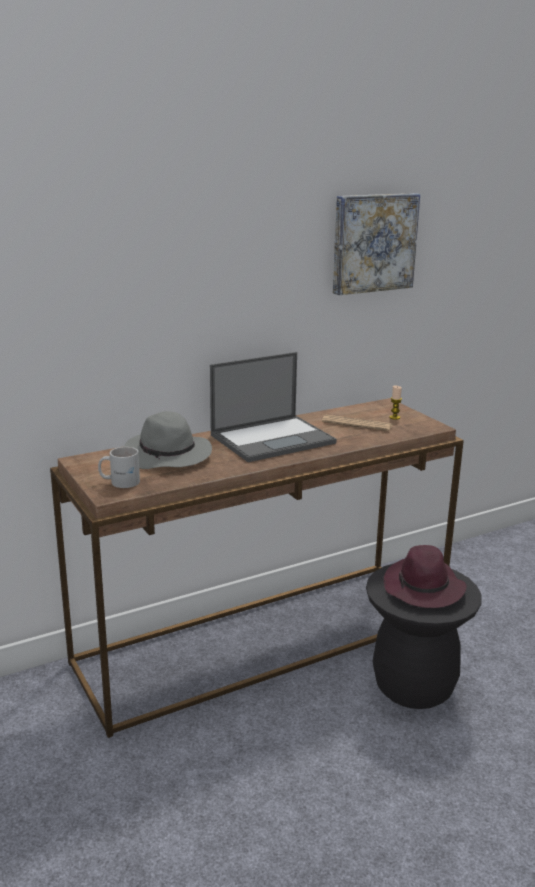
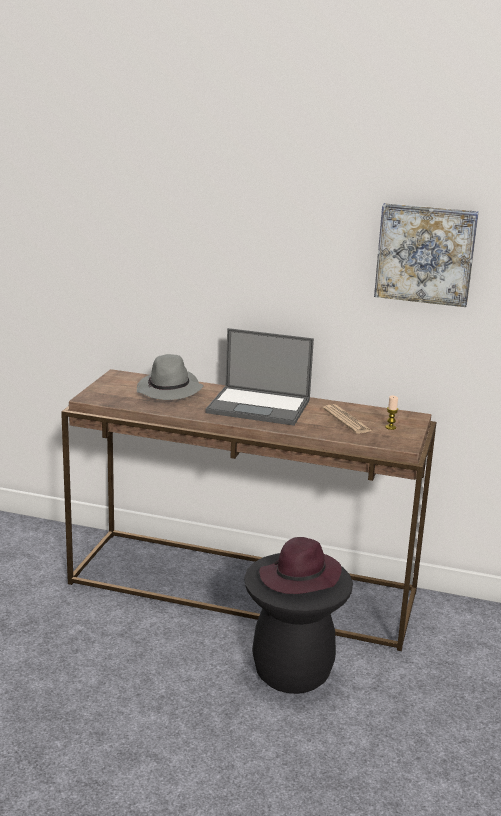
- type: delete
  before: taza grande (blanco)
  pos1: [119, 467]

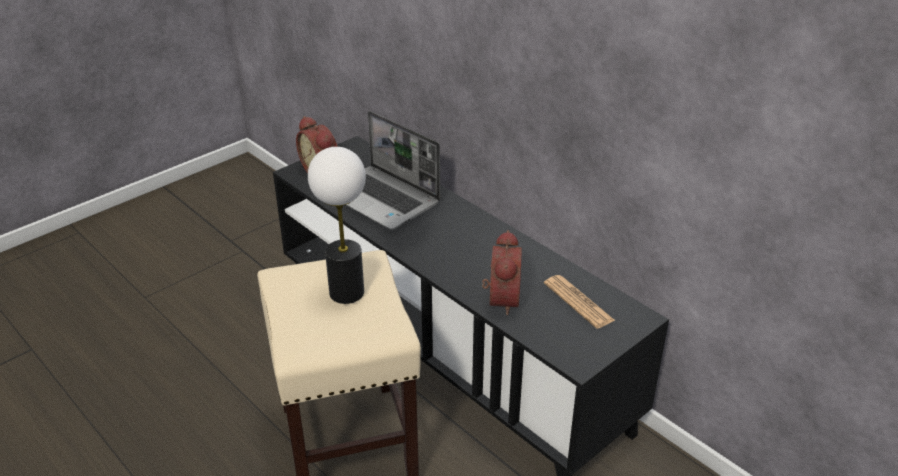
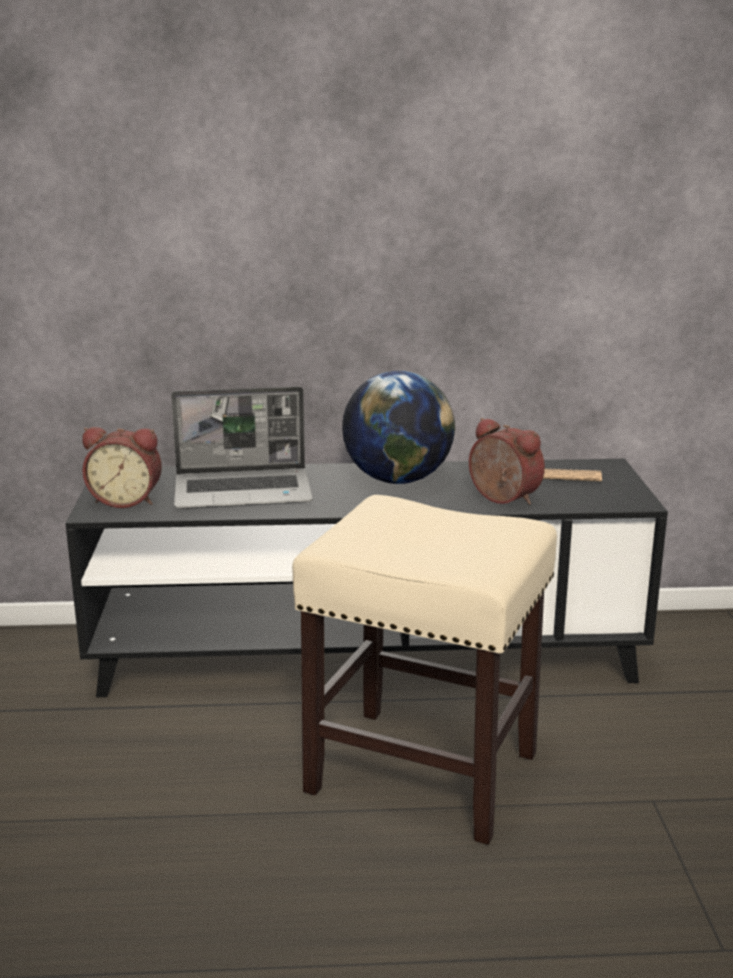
- type: delete
  before: lámpara de mesa
  pos1: [337, 225]
- type: insert
  after: globo terráqueo
  pos2: [398, 427]

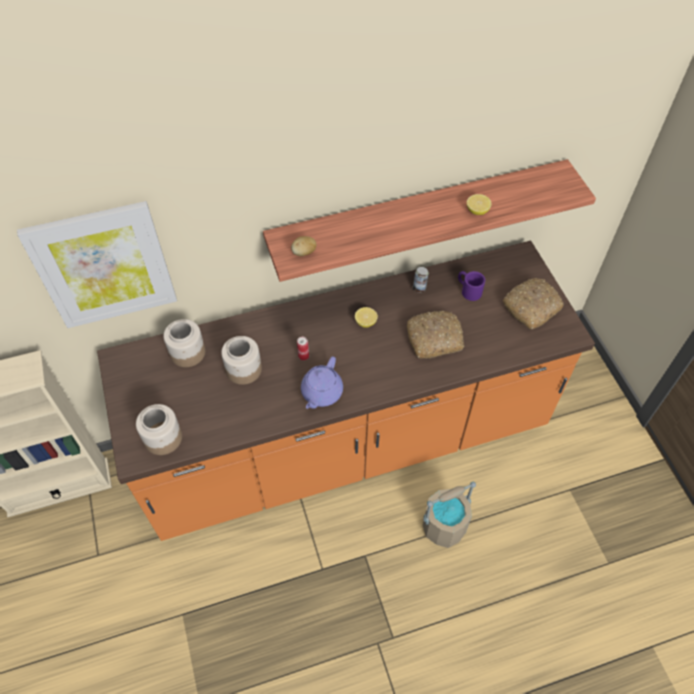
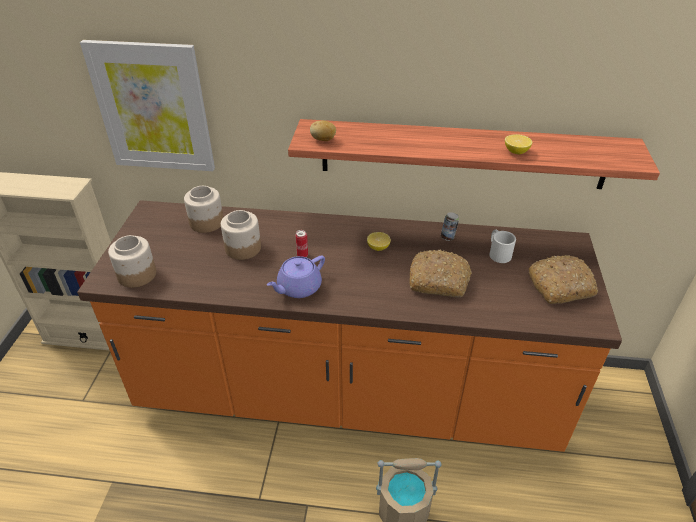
- type: recolor
  before: taza grande (morado)
  after: taza grande (blanco)
  pos1: [471, 286]
  pos2: [502, 246]

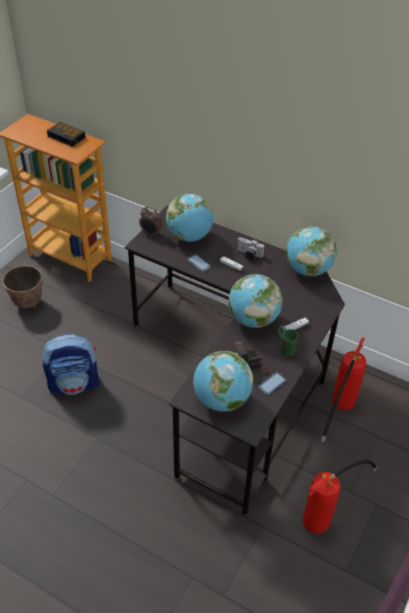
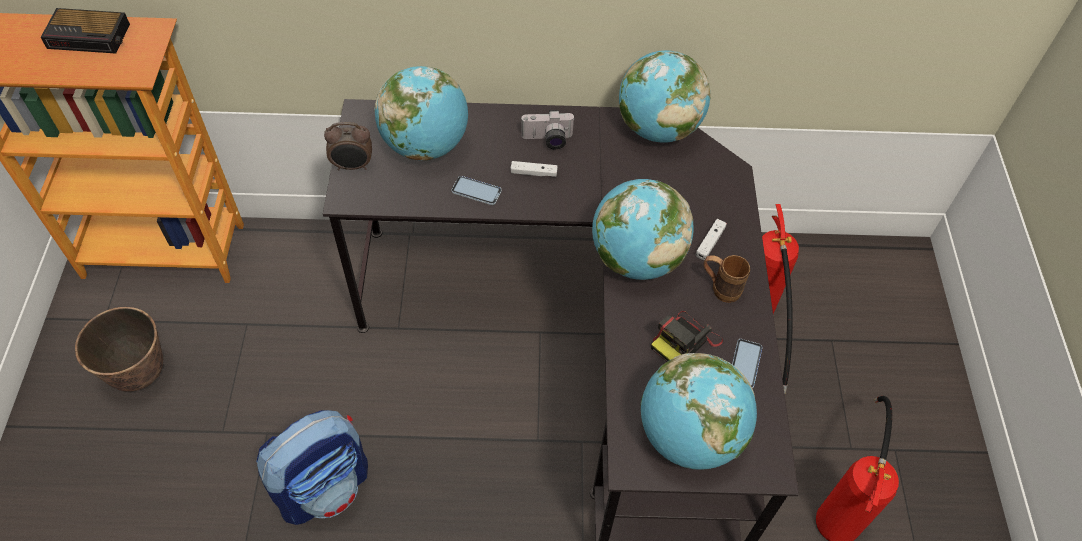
- type: recolor
  before: taza grande (verde)
  after: taza grande (marrón)
  pos1: [287, 341]
  pos2: [727, 279]

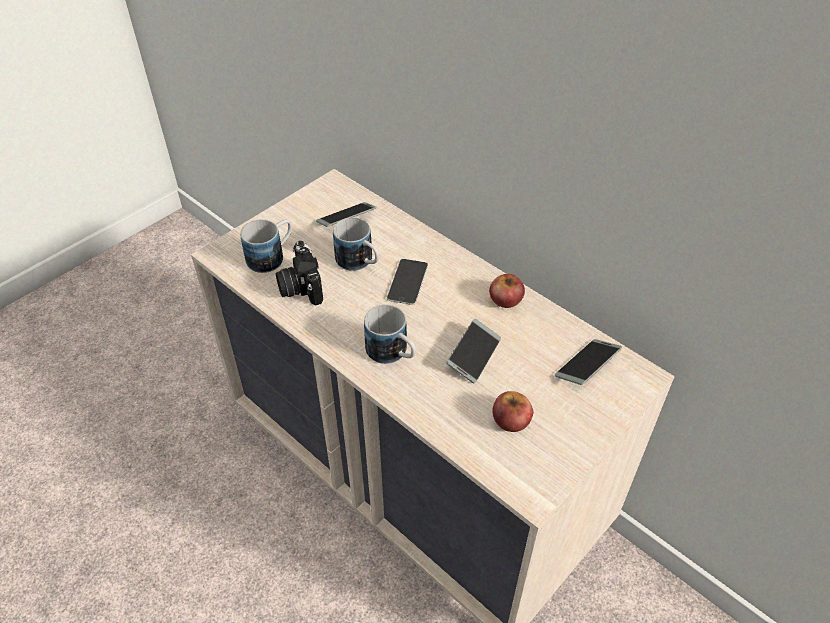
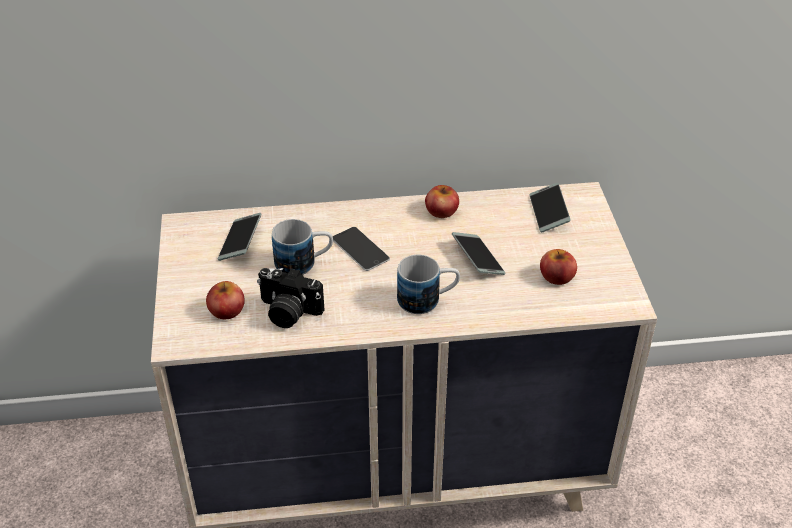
- type: replace
  before: taza grande
  after: manzana
  pos1: [266, 246]
  pos2: [225, 300]

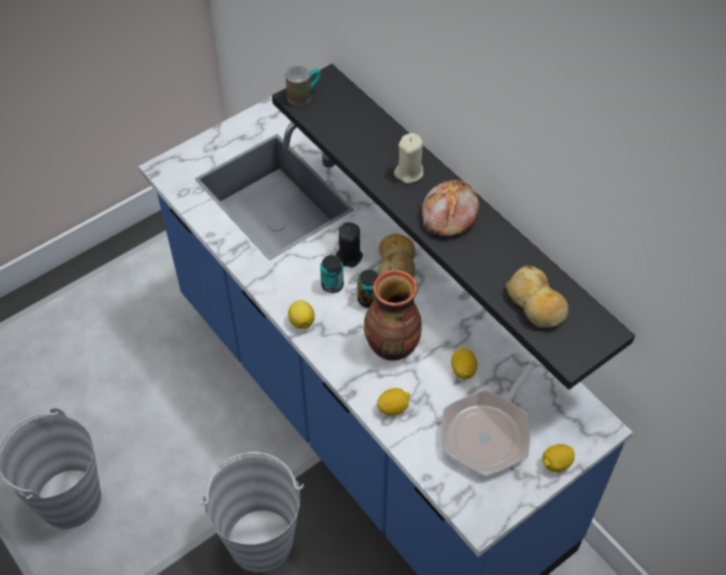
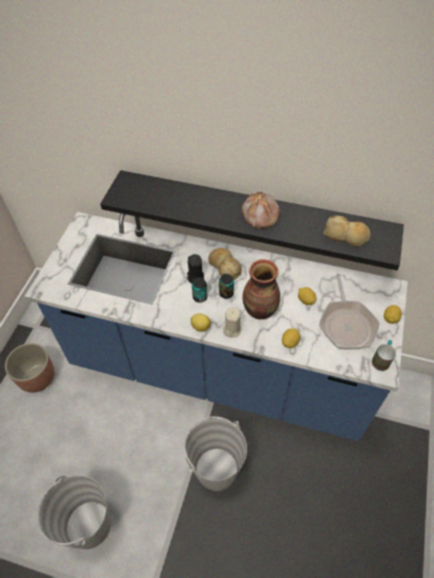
- type: insert
  after: maceta
  pos2: [29, 368]
- type: move
  before: taza grande
  pos1: [303, 86]
  pos2: [384, 355]
- type: move
  before: vela (beis)
  pos1: [408, 158]
  pos2: [232, 322]

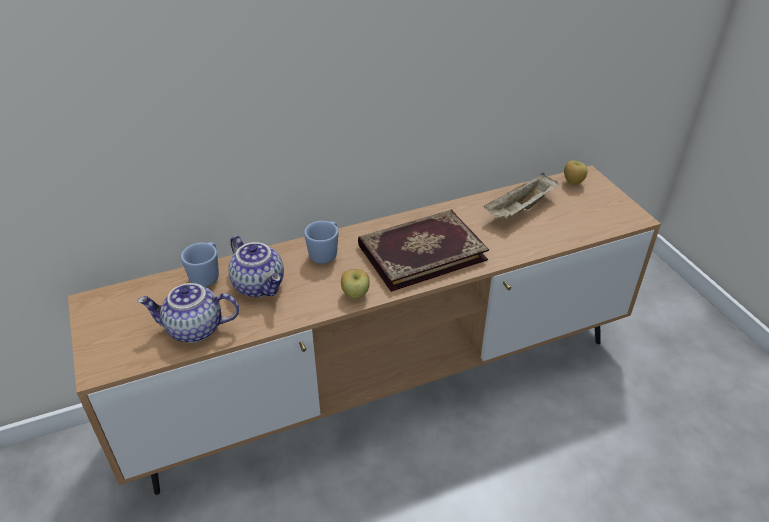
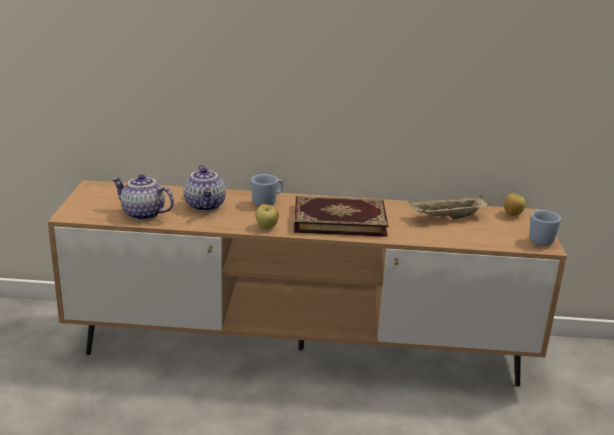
- type: move
  before: taza grande (azul)
  pos1: [200, 264]
  pos2: [545, 228]

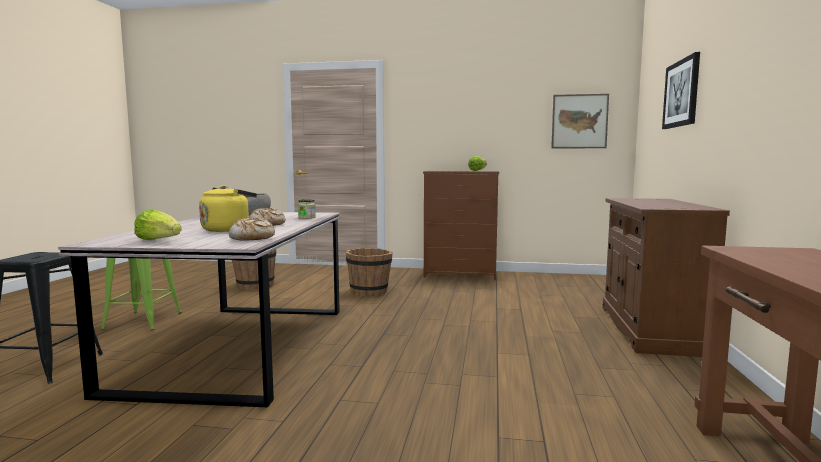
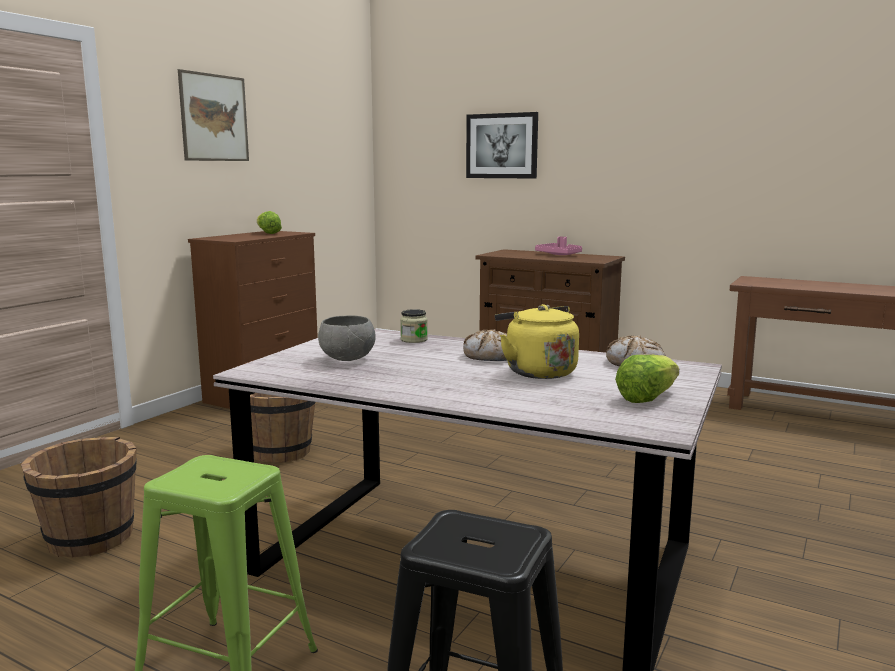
- type: insert
  after: bandeja (rosa)
  pos2: [558, 245]
- type: move
  before: cuadro
  pos1: [580, 121]
  pos2: [213, 115]

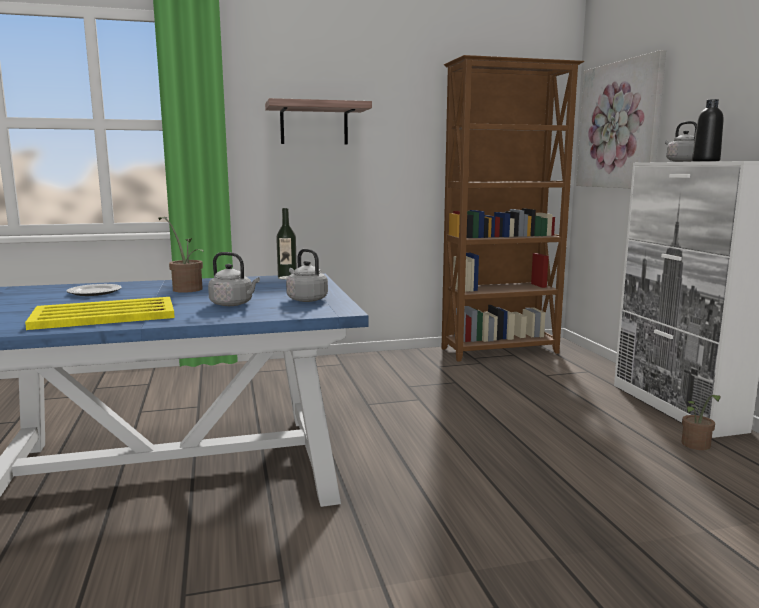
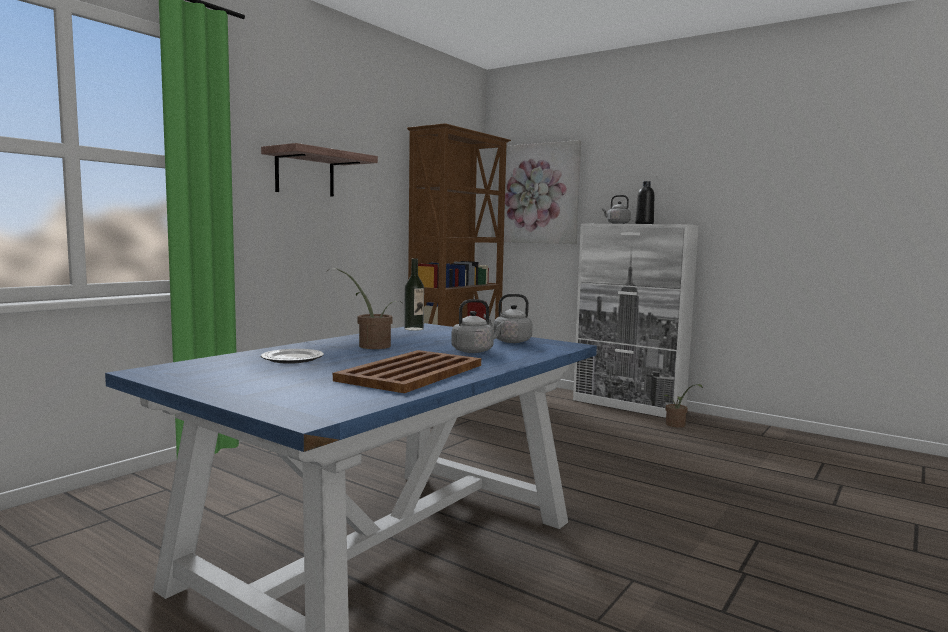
- type: recolor
  before: bandeja (amarillo)
  after: bandeja (marrón)
  pos1: [100, 313]
  pos2: [407, 371]

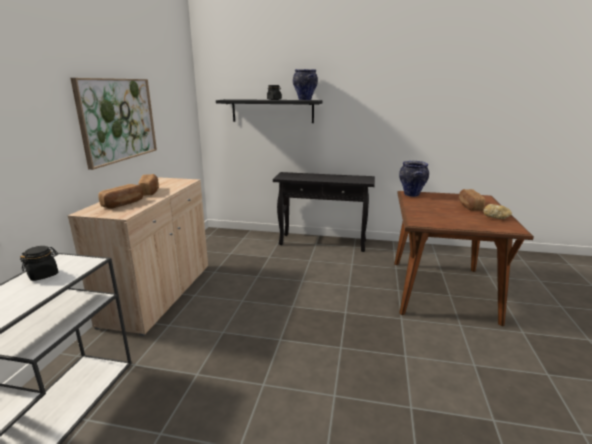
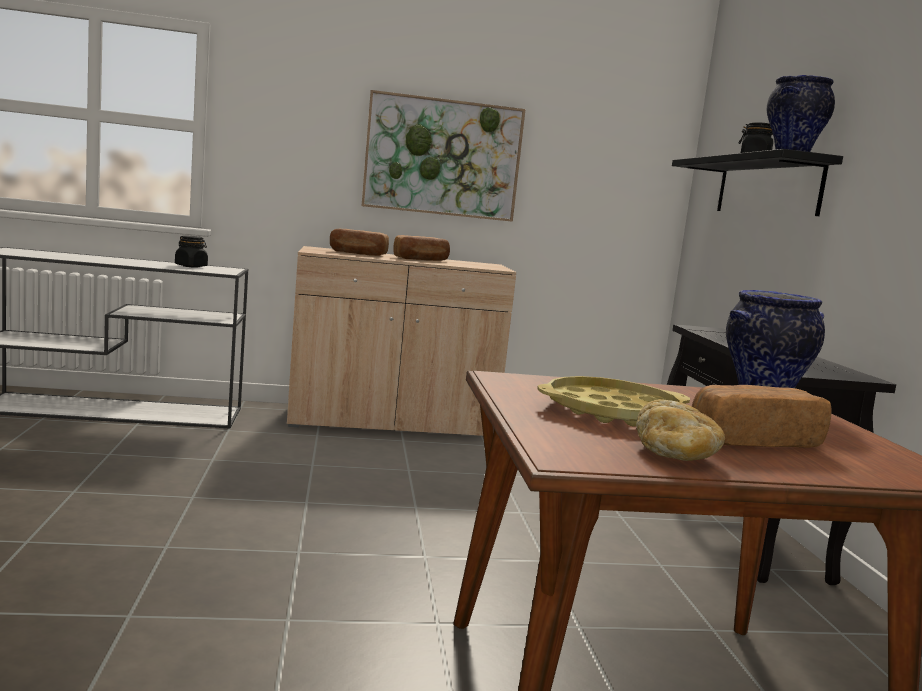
- type: insert
  after: bandeja (amarillo)
  pos2: [613, 401]

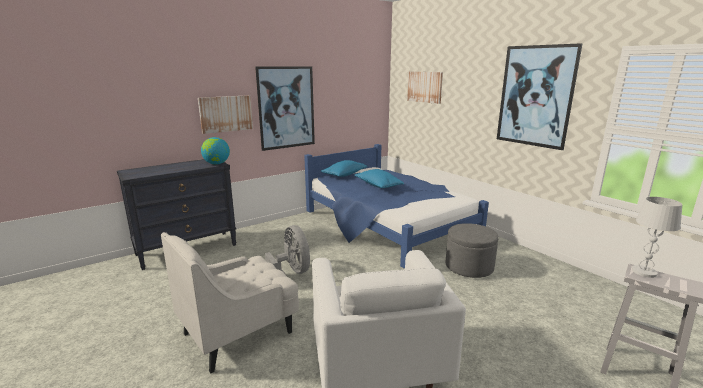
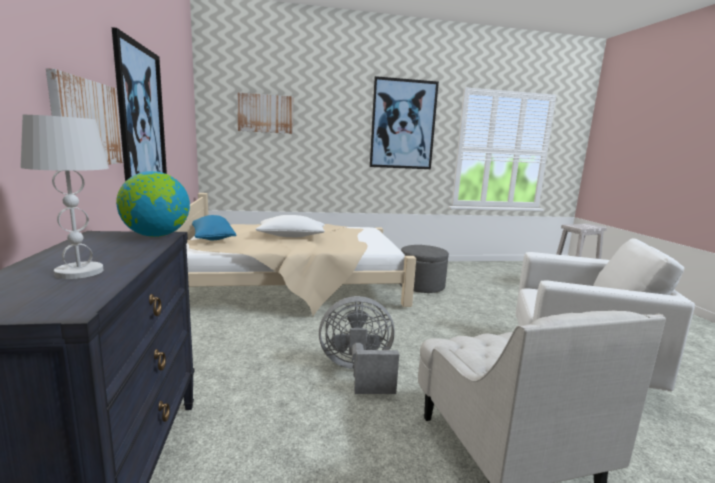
- type: move
  before: lámpara de mesa (blanco)
  pos1: [657, 237]
  pos2: [64, 197]
- type: recolor
  before: cama (azul)
  after: cama (beis)
  pos1: [396, 206]
  pos2: [295, 254]
- type: recolor
  before: cojín (azul)
  after: cojín (blanco)
  pos1: [379, 178]
  pos2: [290, 226]

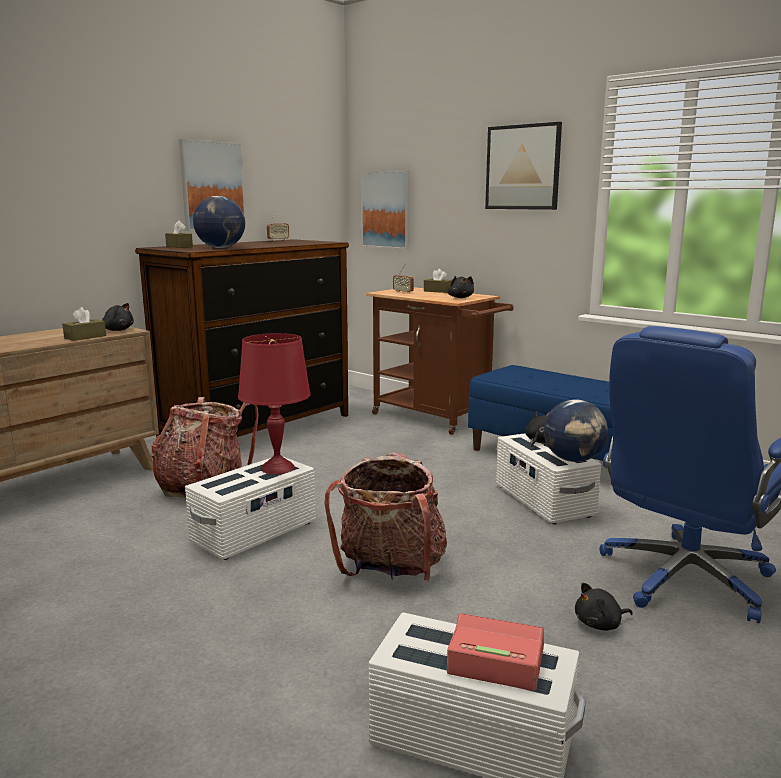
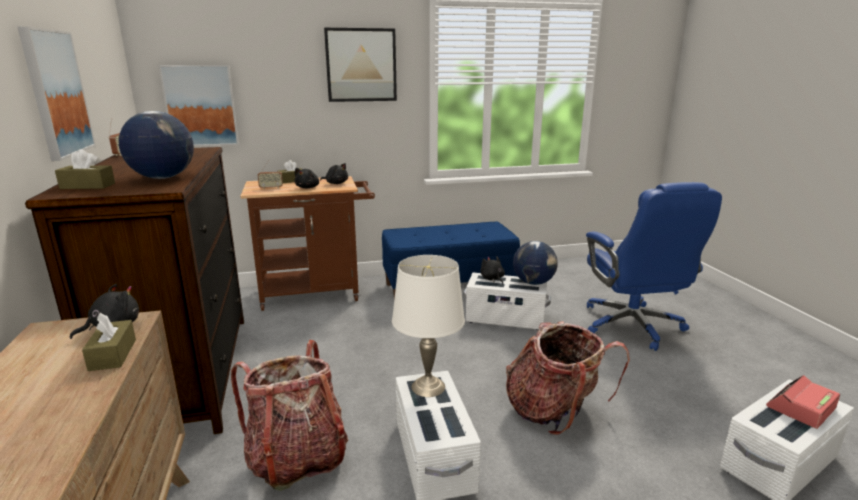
- type: move
  before: peluche (negro)
  pos1: [604, 607]
  pos2: [306, 178]
- type: recolor
  before: lámpara de mesa (rojo)
  after: lámpara de mesa (blanco)
  pos1: [274, 403]
  pos2: [428, 326]

